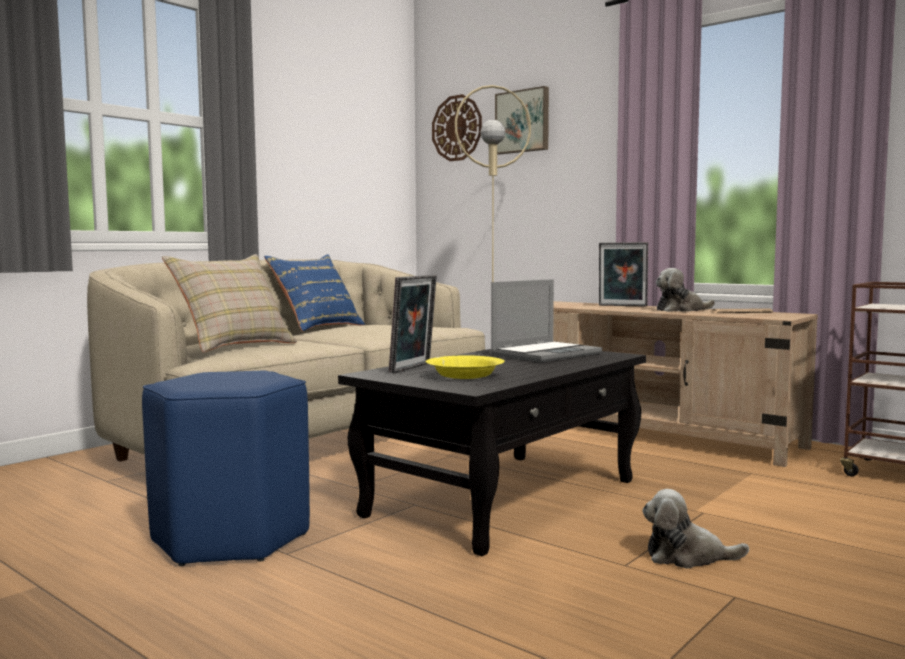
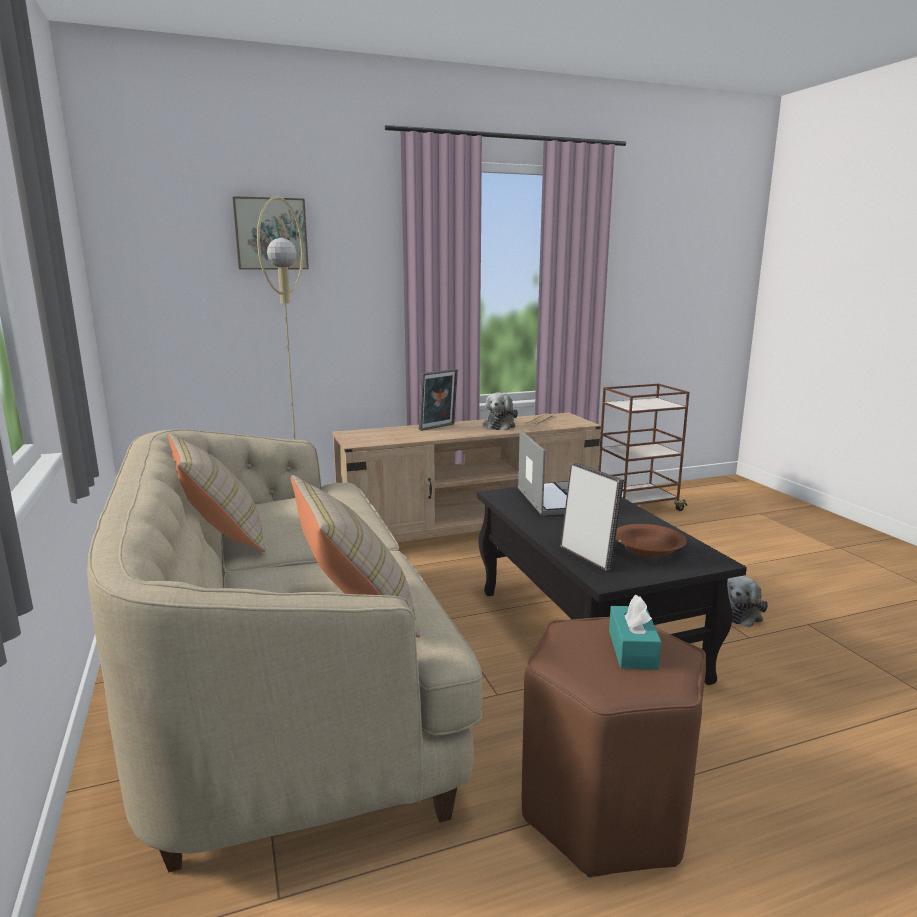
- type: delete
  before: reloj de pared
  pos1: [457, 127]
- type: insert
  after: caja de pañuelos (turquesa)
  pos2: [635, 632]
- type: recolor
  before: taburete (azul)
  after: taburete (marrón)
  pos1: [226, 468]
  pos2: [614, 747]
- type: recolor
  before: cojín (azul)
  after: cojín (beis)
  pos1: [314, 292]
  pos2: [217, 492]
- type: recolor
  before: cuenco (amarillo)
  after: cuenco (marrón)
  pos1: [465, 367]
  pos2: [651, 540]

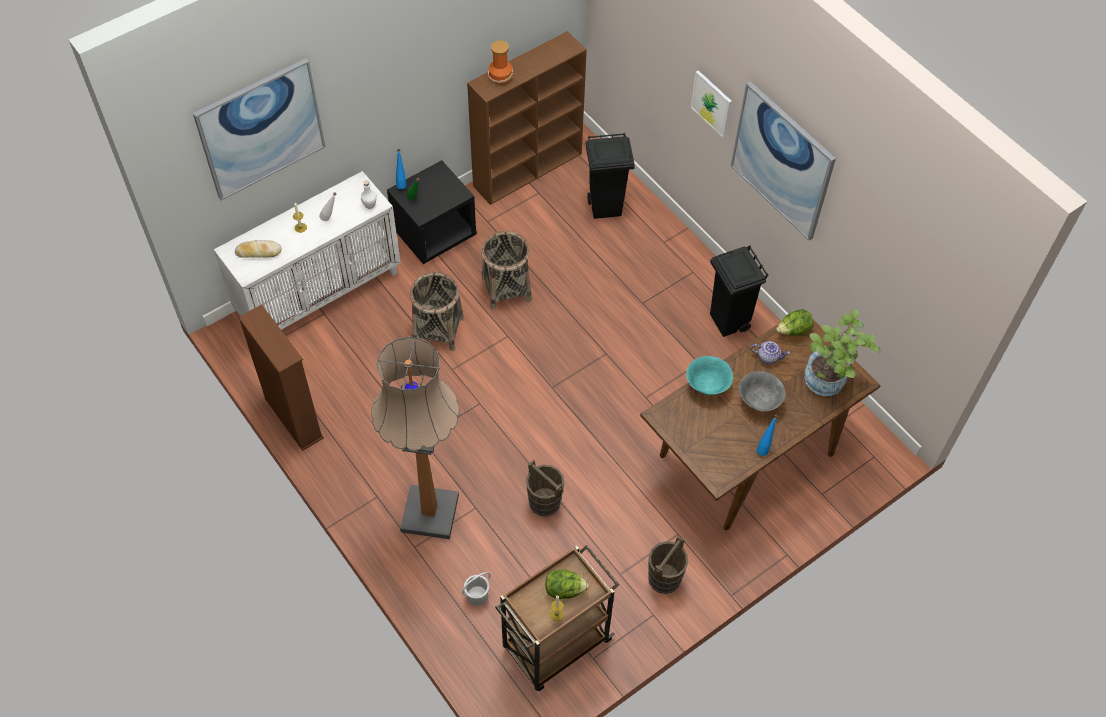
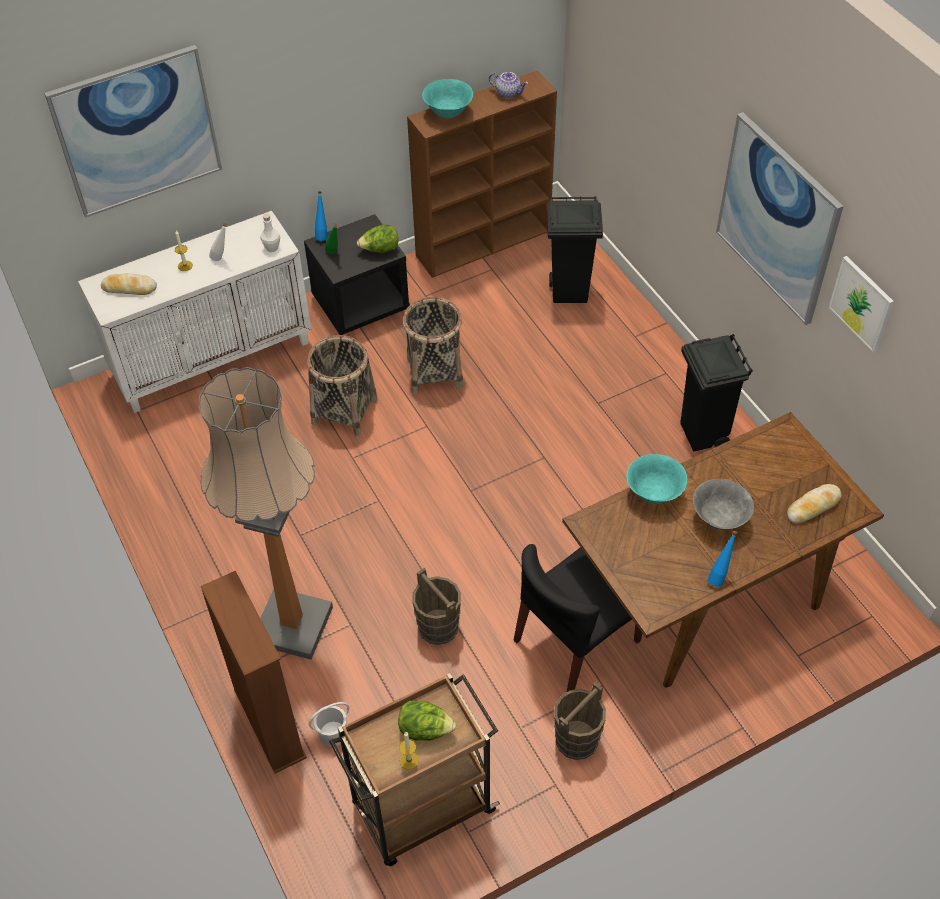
- type: insert
  after: silla (negro)
  pos2: [577, 618]
- type: move
  before: estantería (marrón)
  pos1: [281, 377]
  pos2: [253, 672]
- type: move
  before: cuadro
  pos1: [711, 104]
  pos2: [861, 304]
- type: move
  before: tetera
  pos1: [770, 353]
  pos2: [508, 85]
- type: move
  before: lechuga
  pos1: [795, 323]
  pos2: [377, 238]
- type: replace
  before: florero
  after: cuenco (turquesa)
  pos1: [500, 62]
  pos2: [447, 98]
- type: replace
  before: planta en maceta
  after: pan
  pos1: [843, 352]
  pos2: [814, 503]

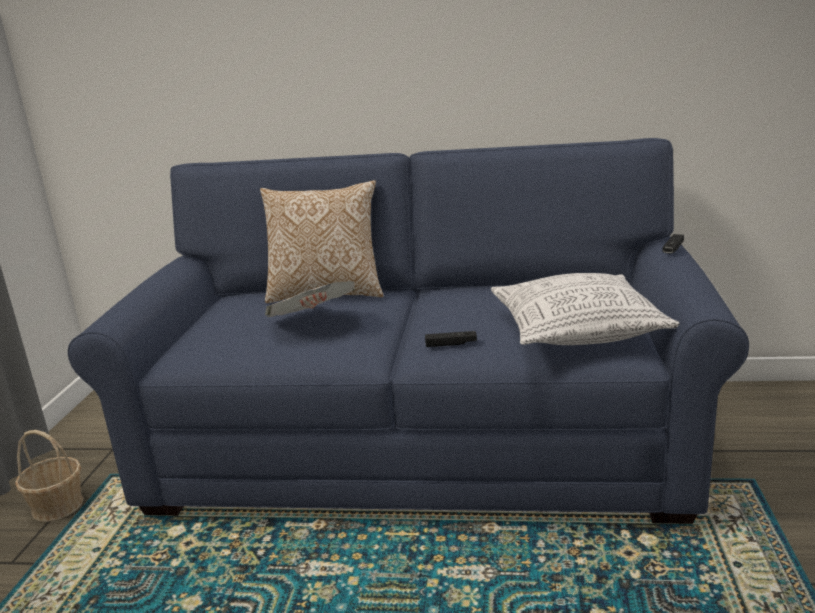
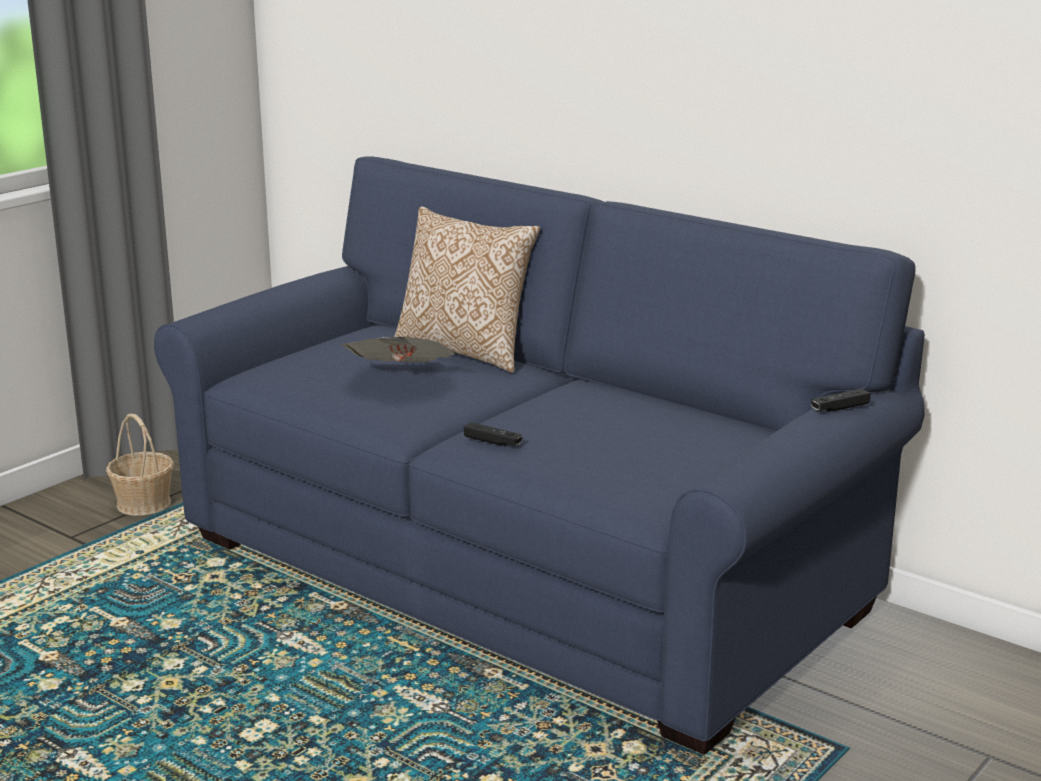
- type: delete
  before: cojín
  pos1: [585, 309]

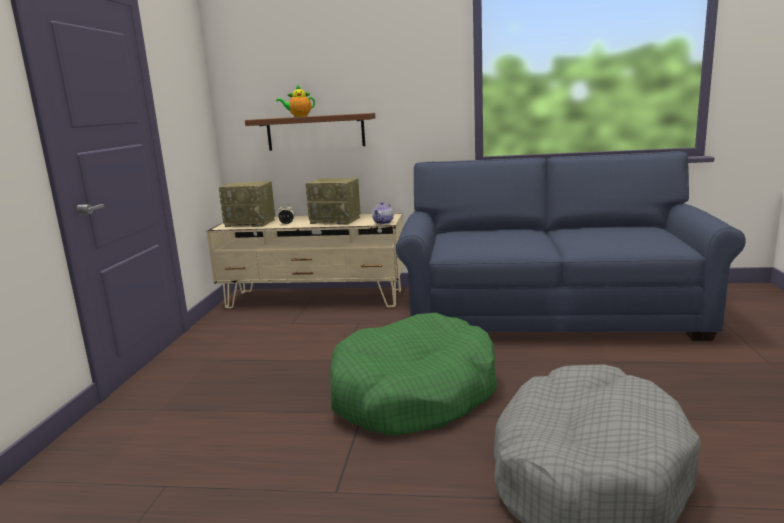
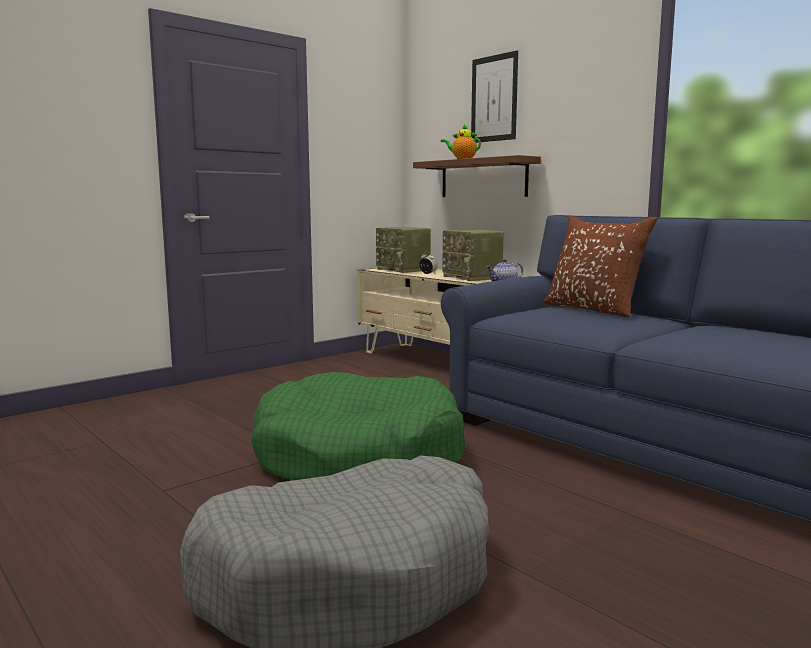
- type: insert
  after: cuadro
  pos2: [494, 96]
- type: insert
  after: cojín (marrón)
  pos2: [600, 266]

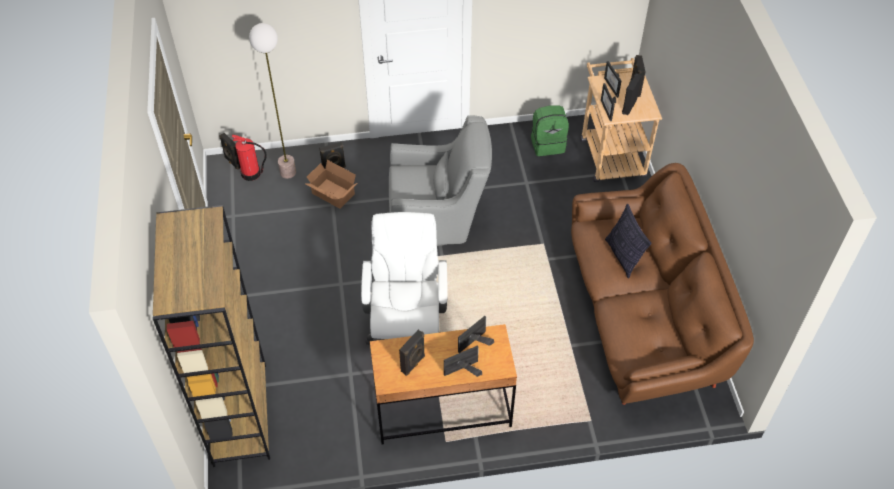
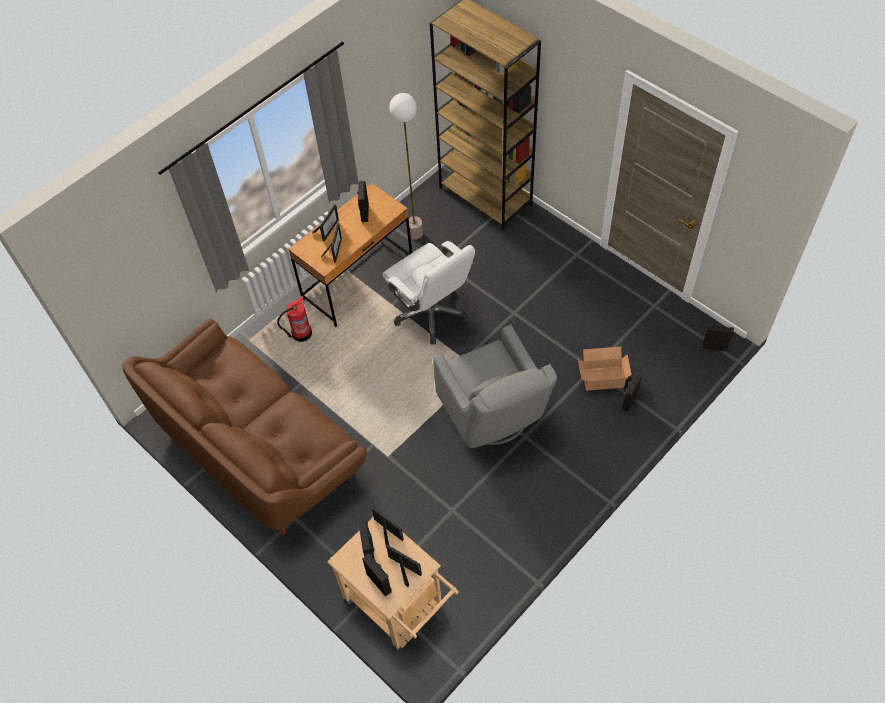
- type: delete
  before: mochila (verde)
  pos1: [550, 130]
- type: delete
  before: cojín
  pos1: [628, 241]
- type: move
  before: extintor
  pos1: [249, 157]
  pos2: [294, 319]
- type: move
  before: lámpara de pie
  pos1: [272, 101]
  pos2: [406, 166]
- type: rotate
  before: sillón (gris)
  pos1: [440, 180]
  pos2: [495, 386]
  turn: -75

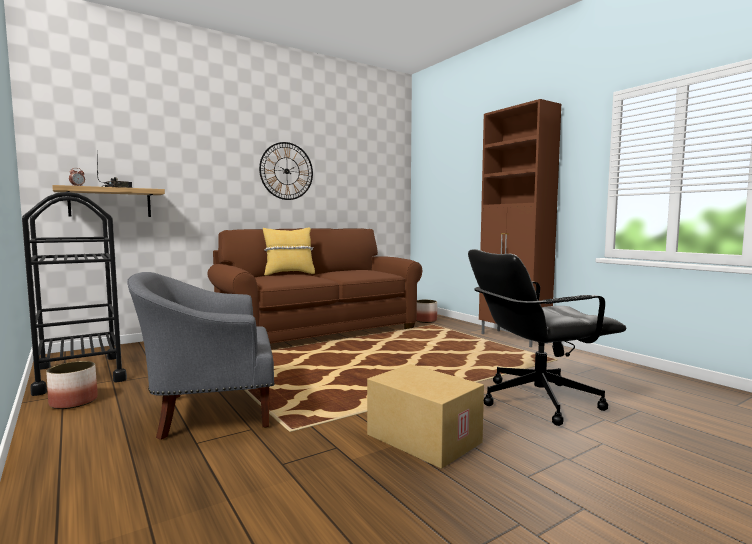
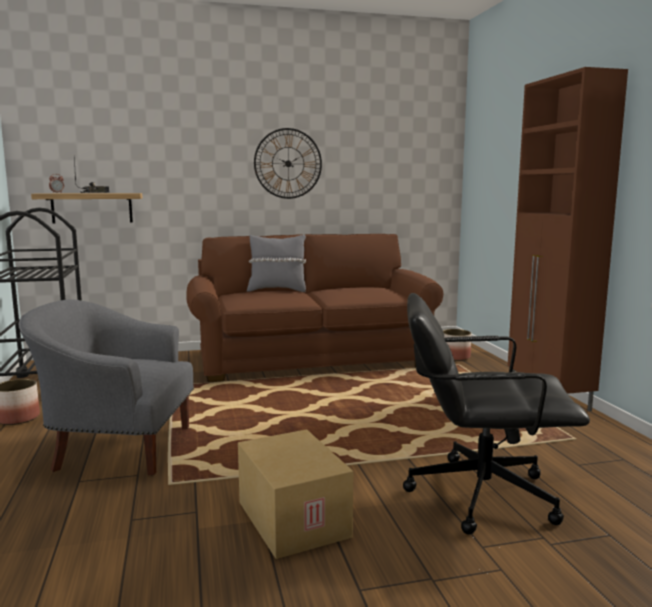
- type: recolor
  before: cojín (amarillo)
  after: cojín (gris)
  pos1: [289, 252]
  pos2: [276, 263]

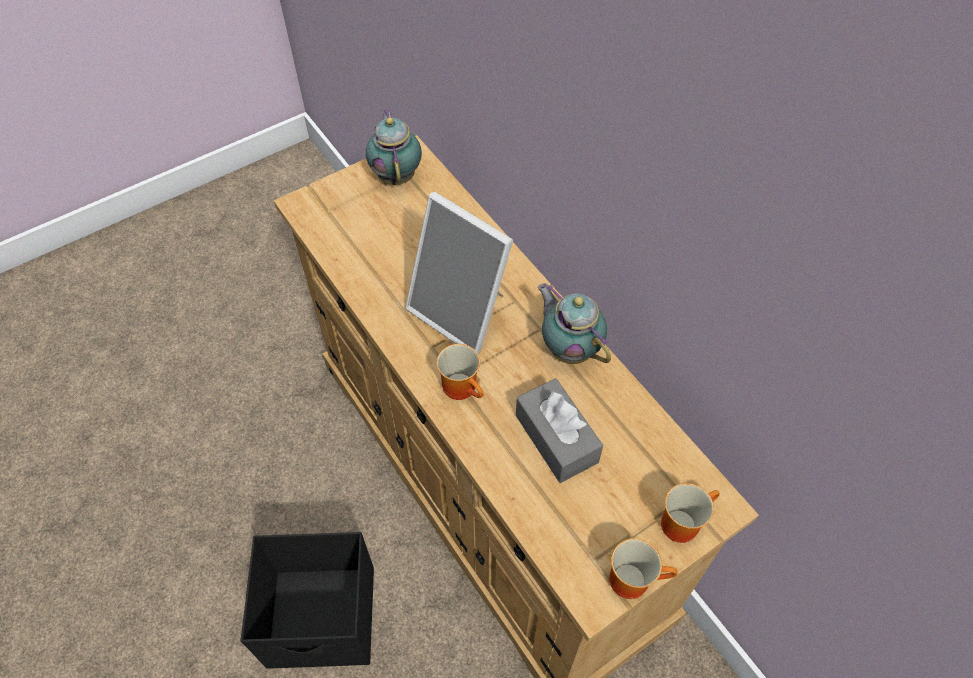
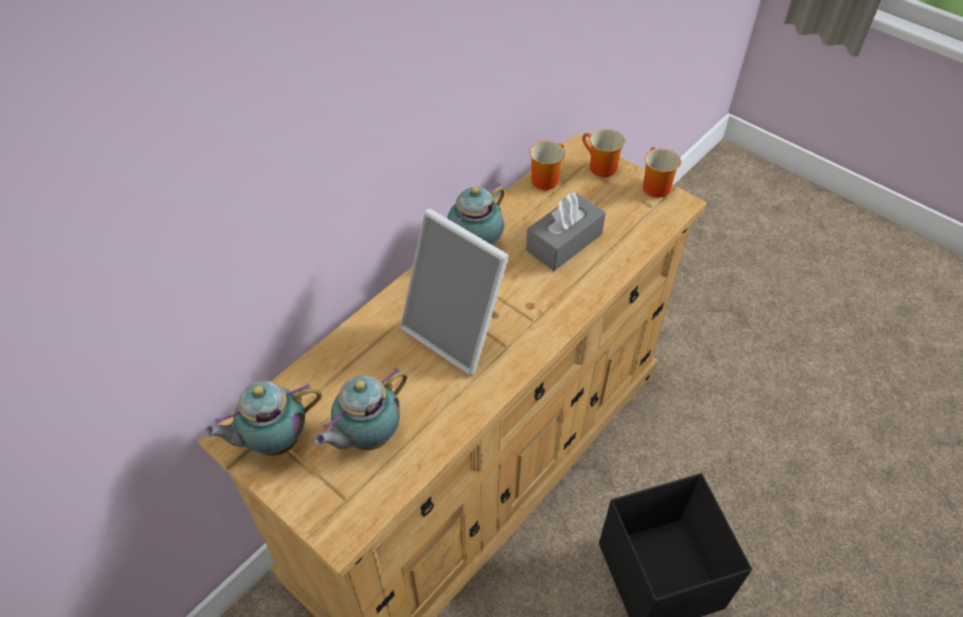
- type: insert
  after: tetera
  pos2: [360, 408]
- type: move
  before: taza grande
  pos1: [459, 372]
  pos2: [547, 165]
- type: rotate
  before: portarretratos
  pos1: [459, 273]
  pos2: [454, 292]
  turn: 105

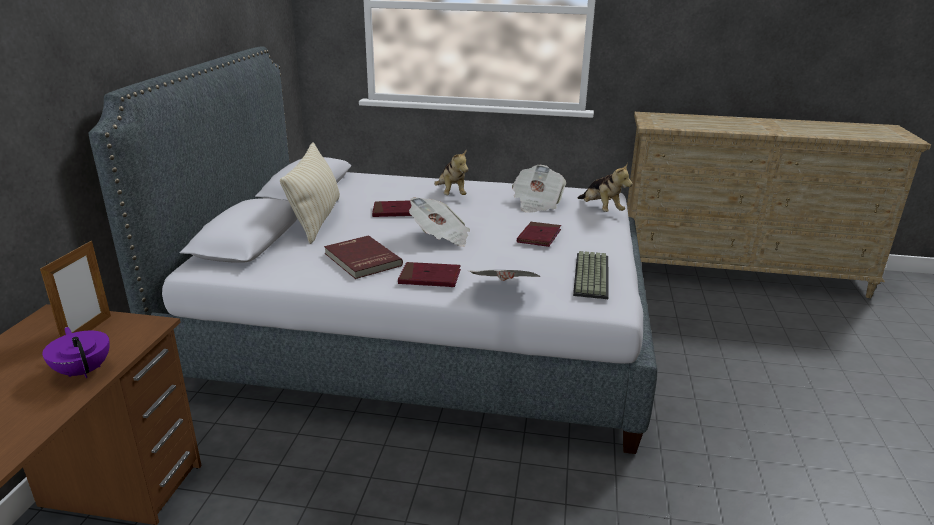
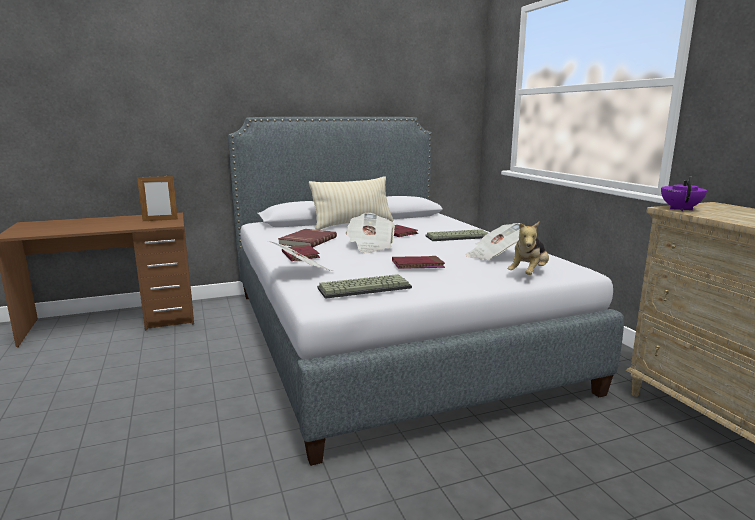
- type: move
  before: tetera (morado)
  pos1: [76, 352]
  pos2: [684, 194]
- type: replace
  before: peluche
  after: teclado
  pos1: [451, 172]
  pos2: [456, 235]

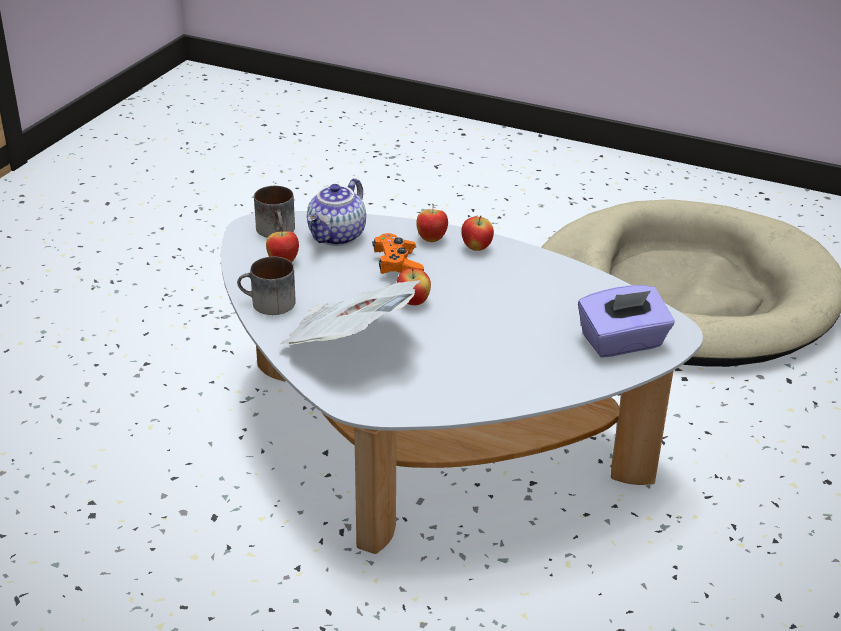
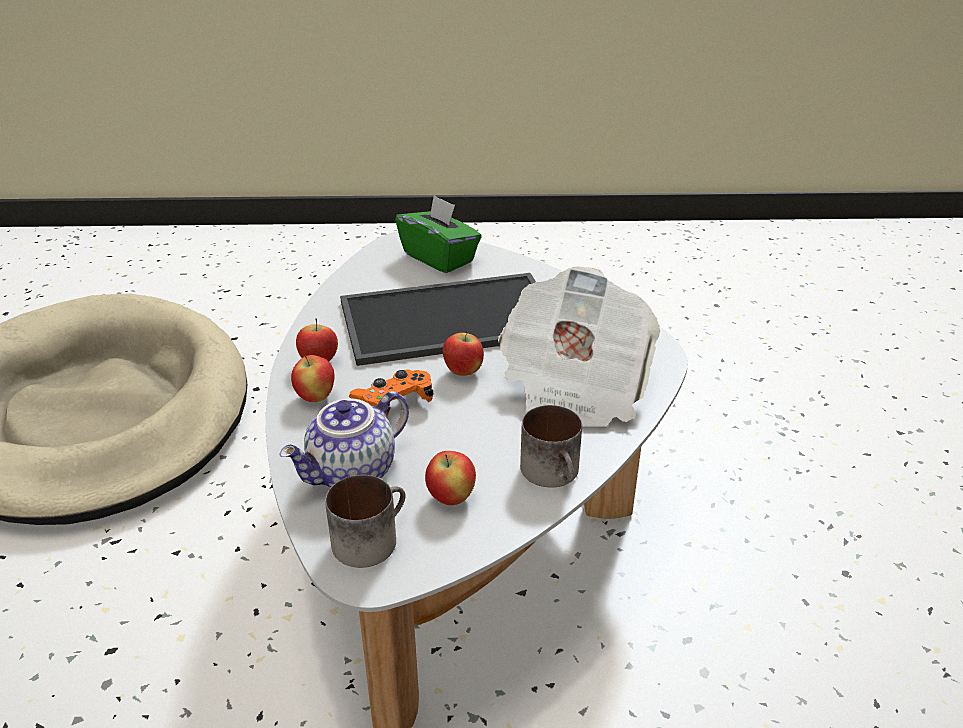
- type: insert
  after: bandeja
  pos2: [438, 319]
- type: recolor
  before: caja de pañuelos (morado)
  after: caja de pañuelos (verde)
  pos1: [626, 321]
  pos2: [438, 234]
- type: rotate
  before: tetera
  pos1: [336, 212]
  pos2: [344, 439]
  turn: 135

